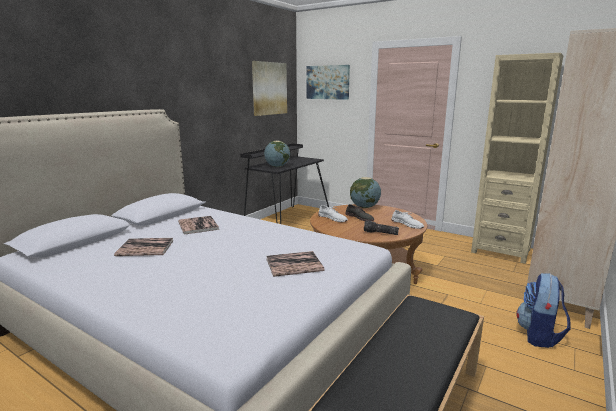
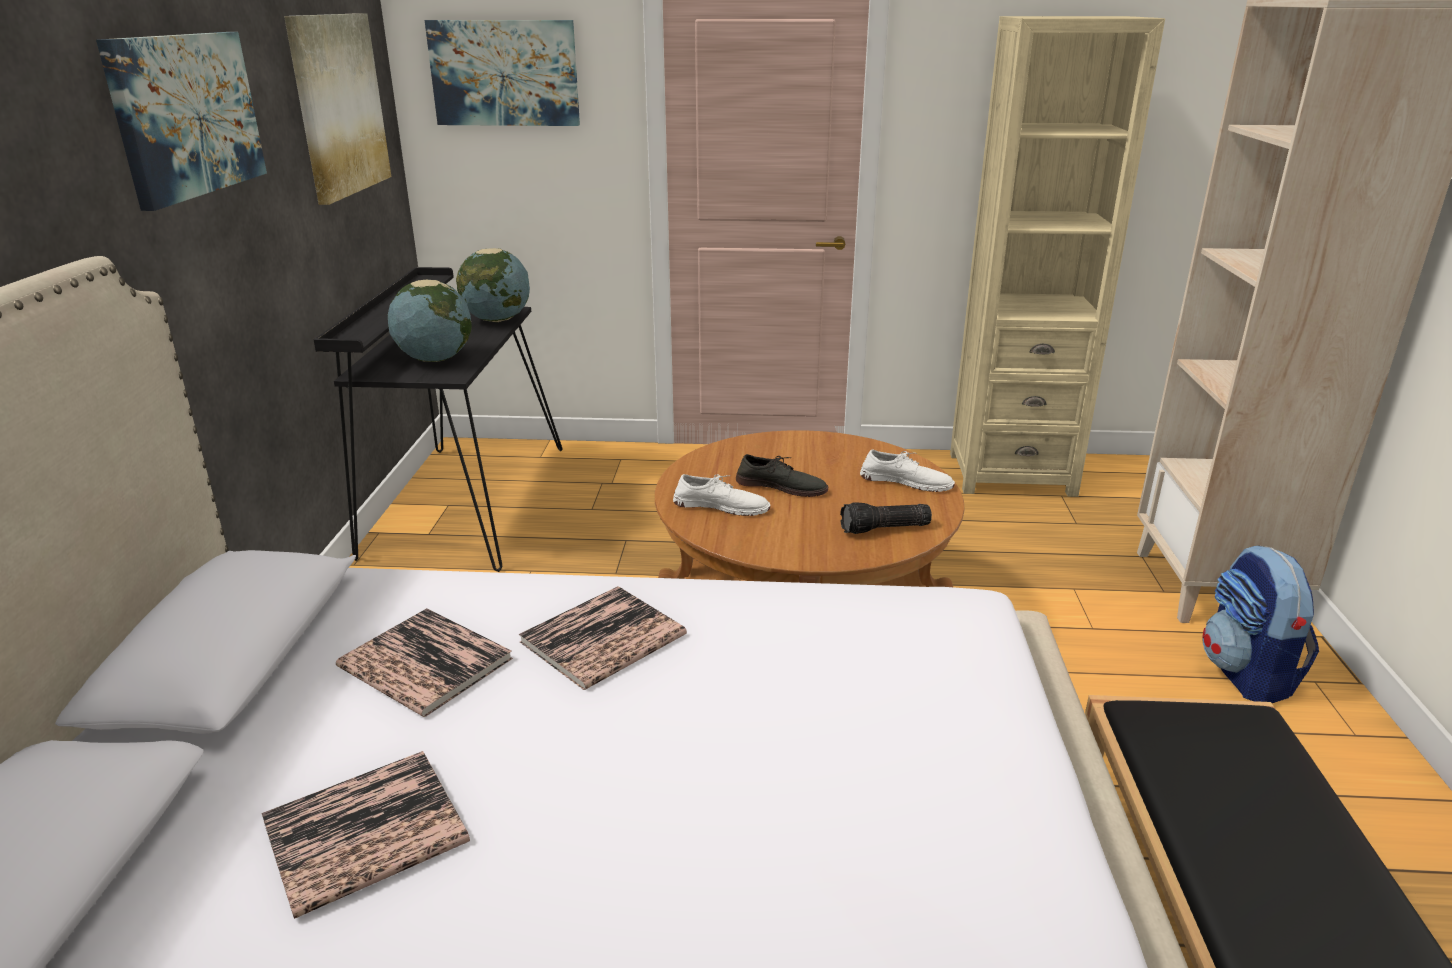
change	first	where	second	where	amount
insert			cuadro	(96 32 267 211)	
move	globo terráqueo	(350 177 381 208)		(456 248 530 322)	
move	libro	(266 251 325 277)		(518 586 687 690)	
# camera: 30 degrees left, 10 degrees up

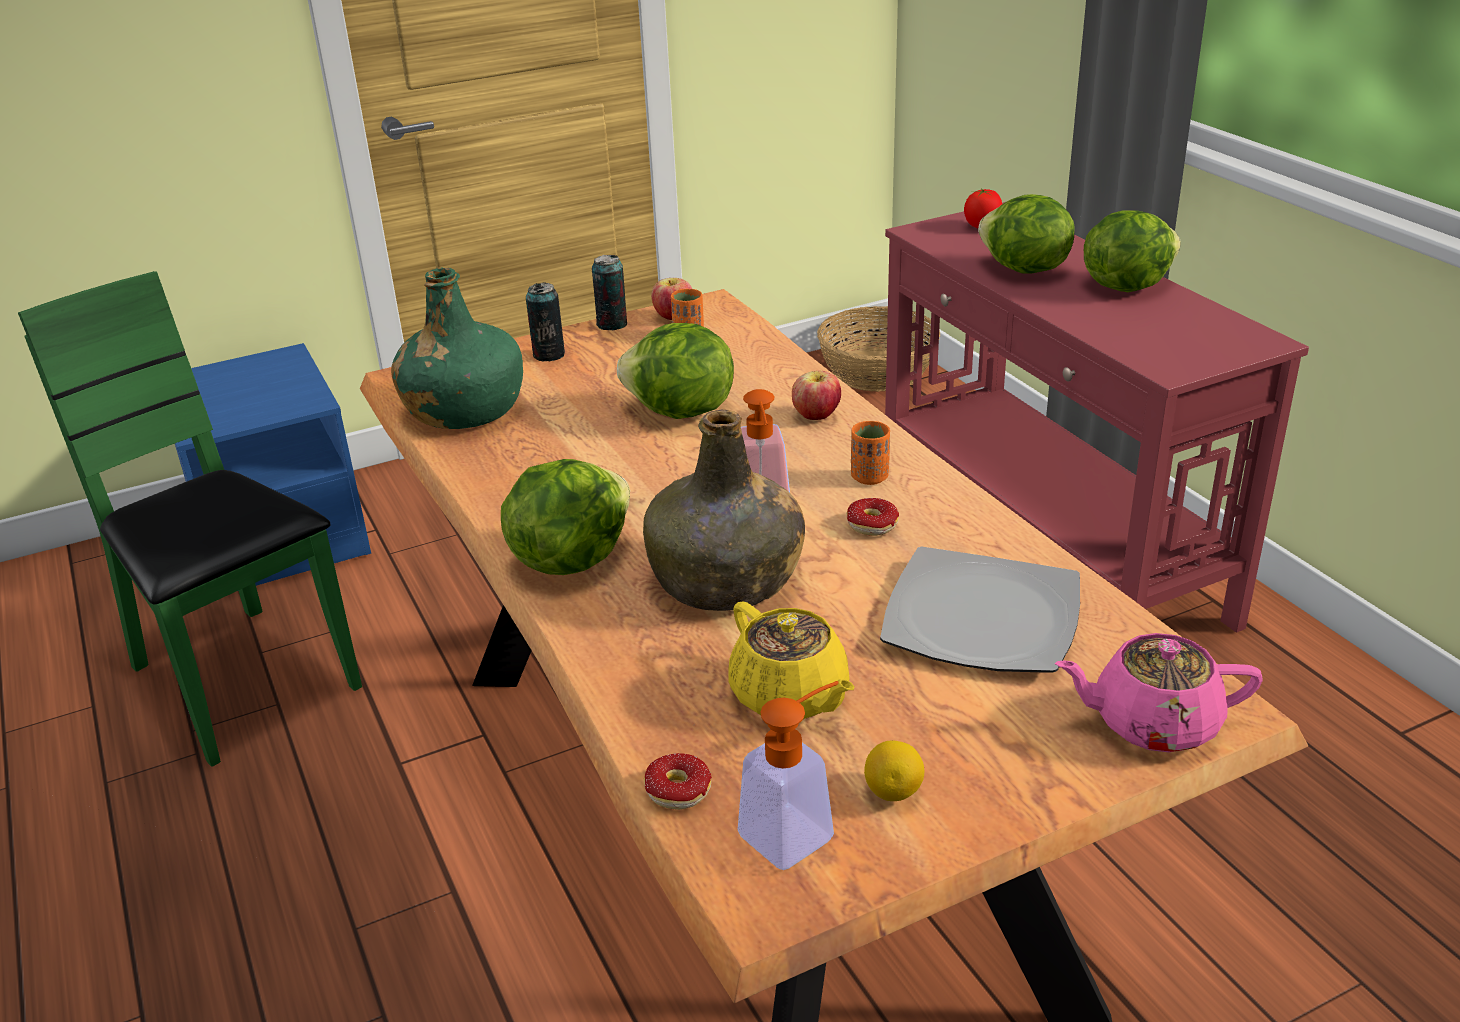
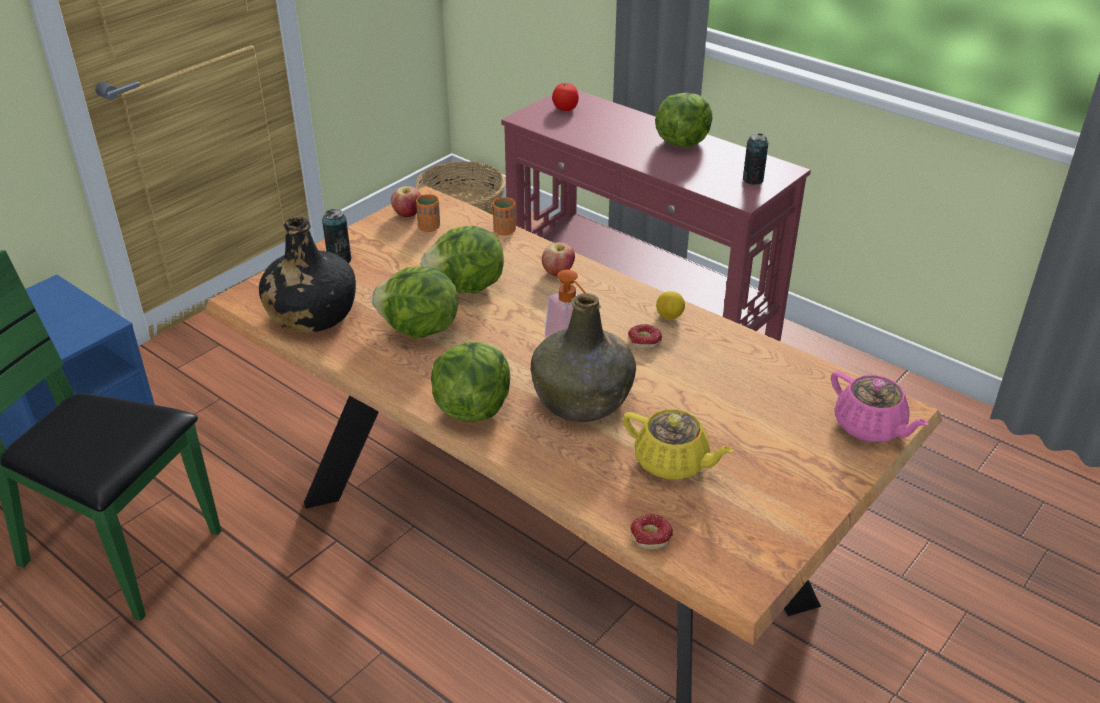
change	first	where	second	where	amount
recolor	botella (verde)	(391 268 523 429)	botella (negro)	(259 217 356 333)	
move	lechuga	(978 194 1075 274)		(372 266 458 338)	
move	taza (naranja)	(851 421 890 485)		(493 197 516 235)	
move	limón	(864 740 924 801)		(656 291 685 320)	
move	lata	(592 255 627 330)		(743 133 768 185)	
rotate	tetera (rosa)	(1055 633 1263 752)		(831 371 929 443)	105 degrees counterclockwise
delete	dispensador de jabón	(738 681 838 870)			
delete	plato	(880 546 1080 673)			
# camera: 25 degrees left, 5 degrees up

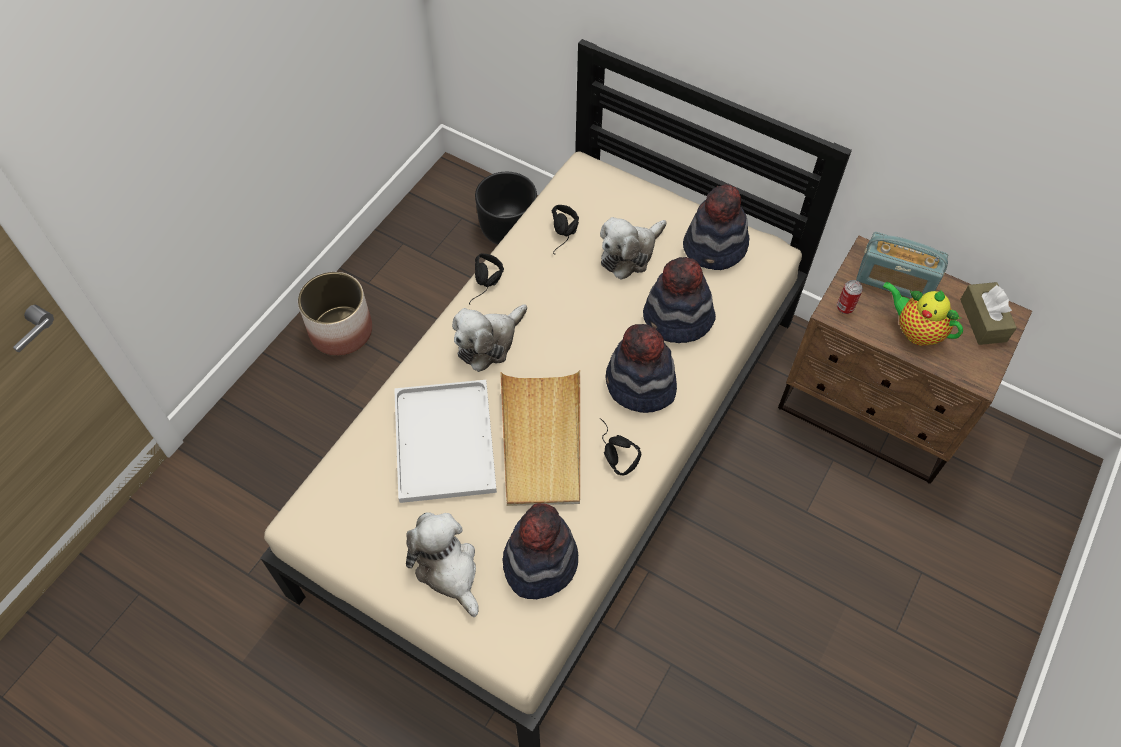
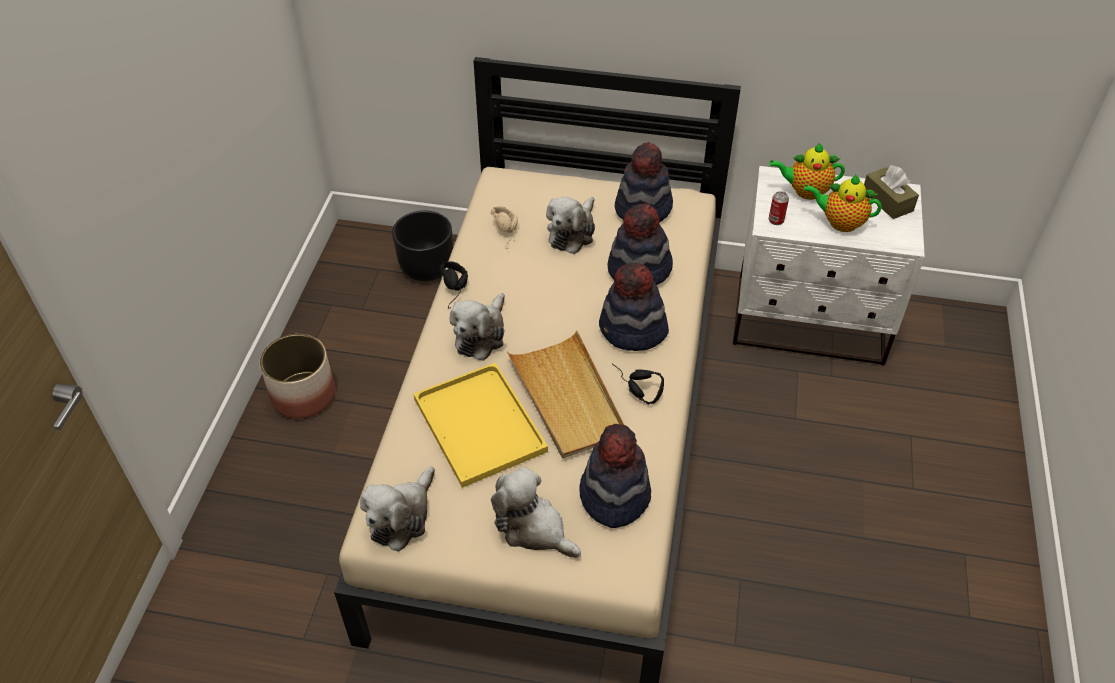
change	first	where	second	where	amount
insert			peluche	(360 466 435 552)	
recolor	bandeja (blanco)	(394 380 497 503)	bandeja (amarillo)	(414 362 548 488)	
recolor	auriculares (negro)	(552 205 579 255)	auriculares (beis)	(490 206 518 249)	
recolor	mesita de noche (marrón)	(778 236 1032 484)	mesita de noche (blanco)	(733 166 925 366)	
replace	radio	(856 232 948 298)	tetera	(769 142 845 200)	
# camera: 20 degrees left, 10 degrees down

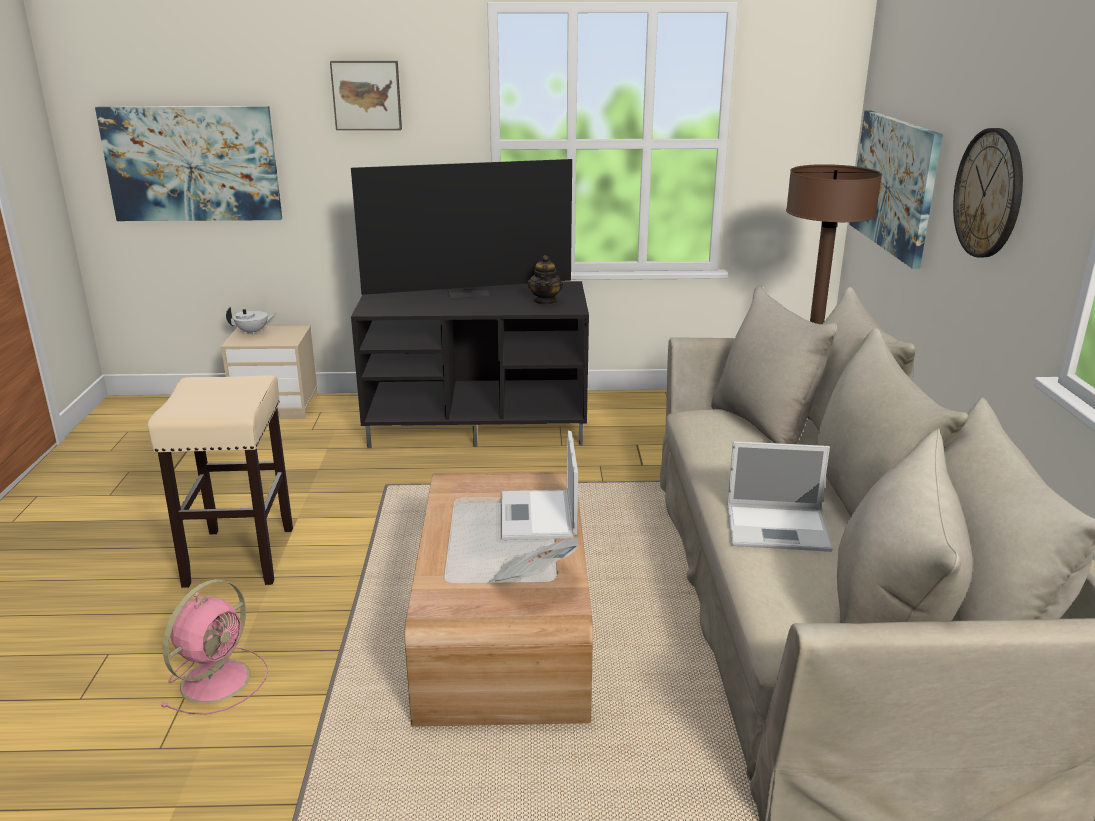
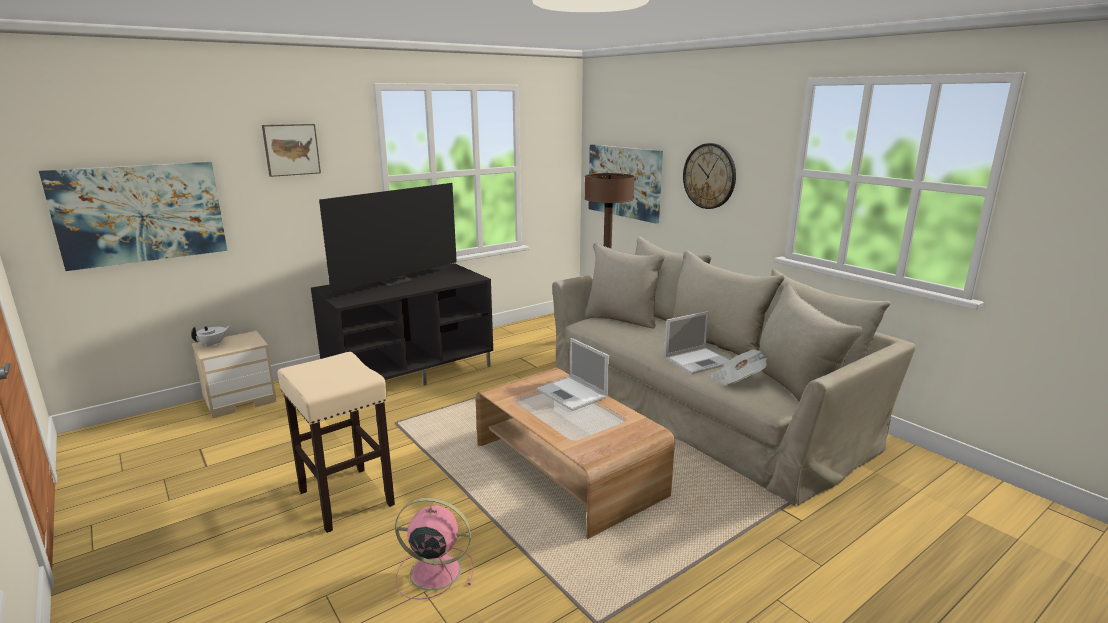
change	first	where	second	where	amount
rotate	ventilador (rosa)	(160 579 268 715)		(395 498 474 599)	75 degrees counterclockwise
move	periódico	(489 537 580 582)		(710 349 767 386)	
delete	tetera	(527 255 563 305)			
# camera: 35 degrees left, 5 degrees down

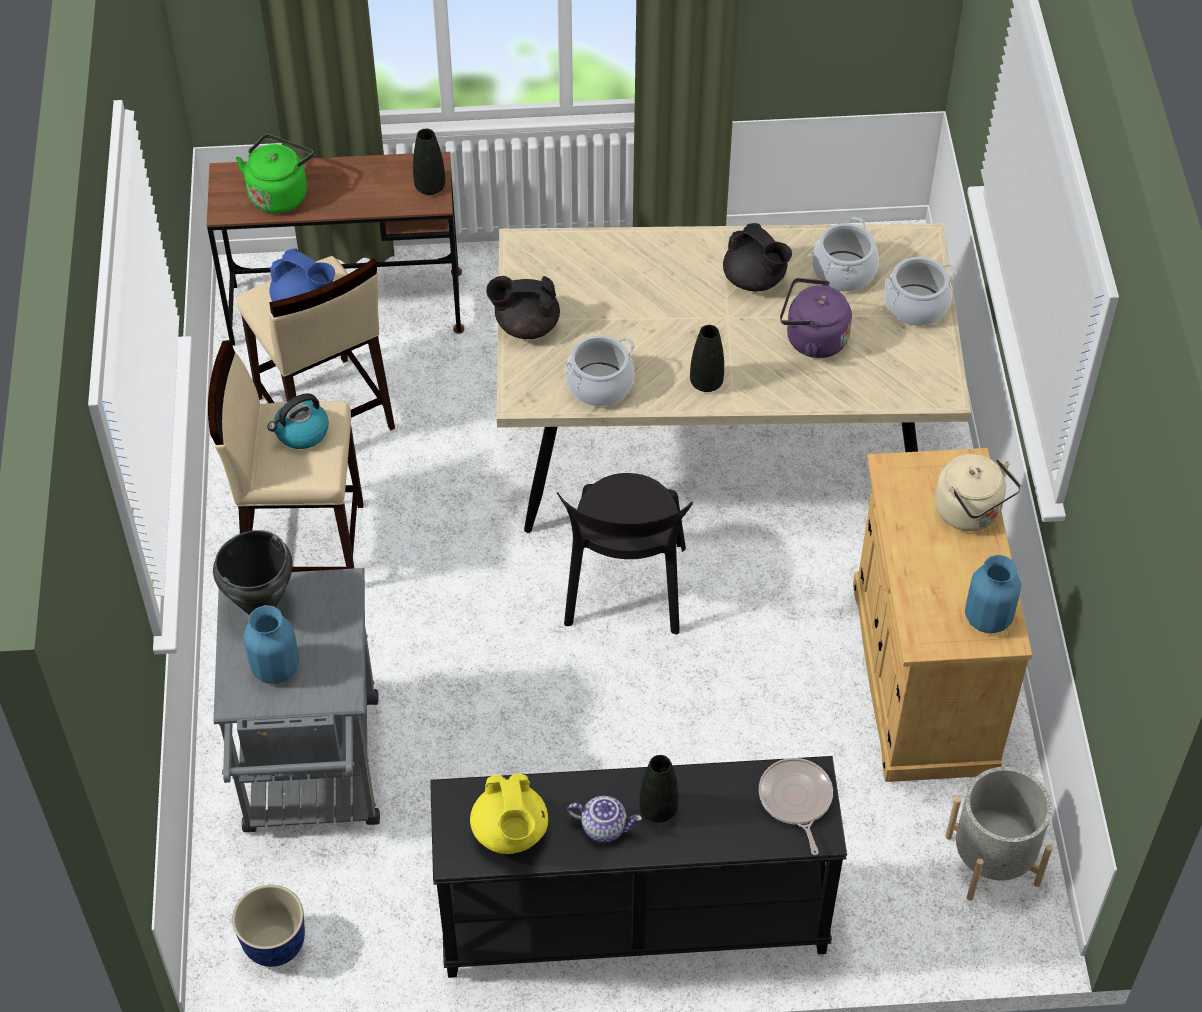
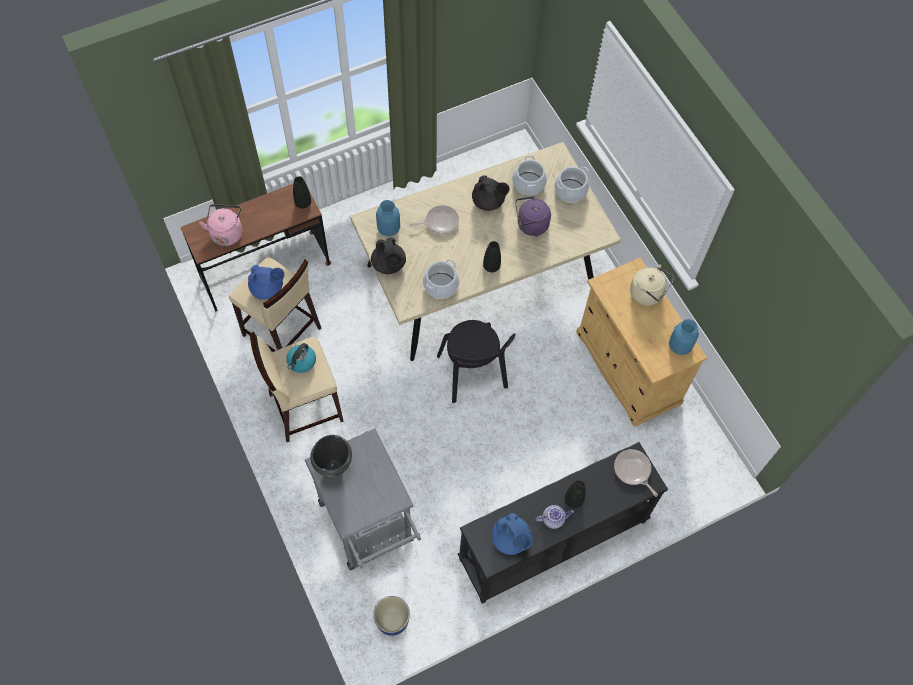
change	first	where	second	where	amount
recolor	hervidor (verde)	(236 134 313 214)	hervidor (rosa)	(199 204 242 246)	
rotate	tetera (negro)	(486 276 560 339)		(371 237 406 274)	90 degrees counterclockwise
move	florero (azul)	(243 605 299 684)		(376 200 400 237)	
insert			sartén	(410 205 459 234)	
recolor	tetera (amarillo)	(470 773 548 854)	tetera (azul)	(491 513 532 555)	
delete	maceta (gris)	(945 767 1052 901)			
# camera: 25 degrees left, 10 degrees up

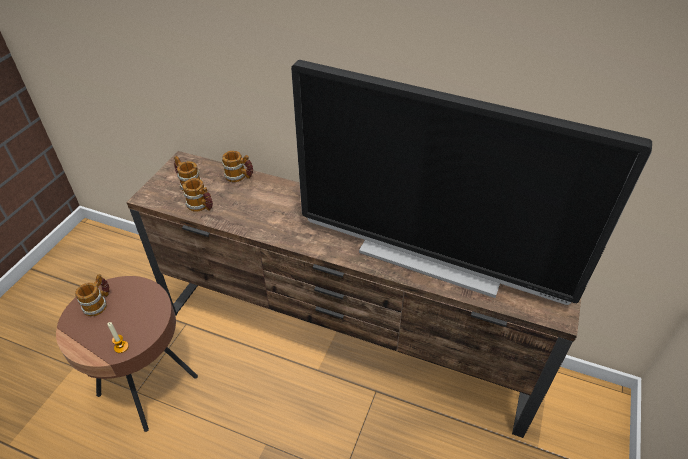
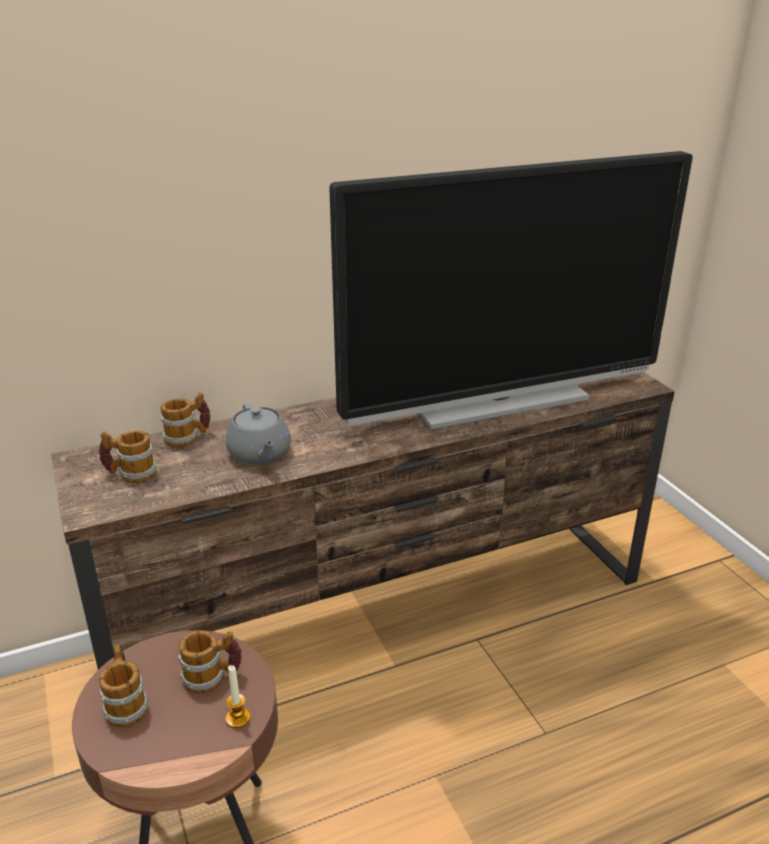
change	first	where	second	where	amount
move	taza grande	(182 178 213 212)		(178 631 242 693)	
insert			tetera (gris)	(226 403 291 464)	
# camera: 45 degrees left, 15 degrees down

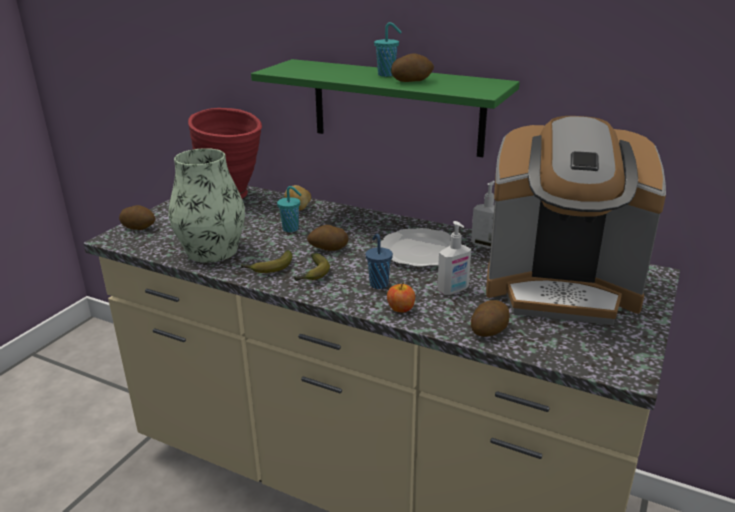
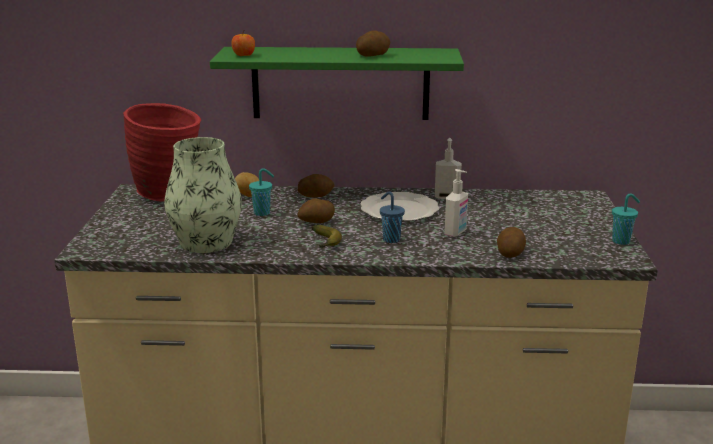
change	first	where	second	where	amount
move	manzana	(387 282 415 312)		(231 30 255 56)	
move	patata	(119 205 156 230)		(298 174 335 197)	
move	taza (turquesa)	(374 22 402 77)		(612 193 640 245)	
delete	plátano	(240 250 293 273)			
delete	cafetera	(486 116 666 325)			
# camera: 25 degrees left, 5 degrees down

